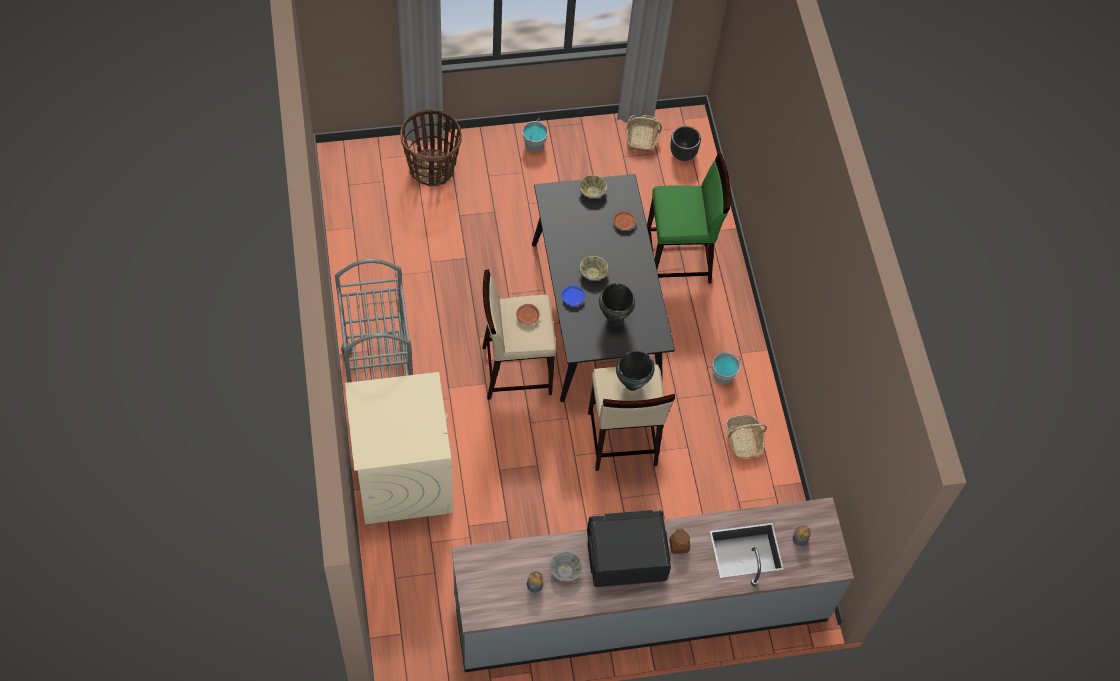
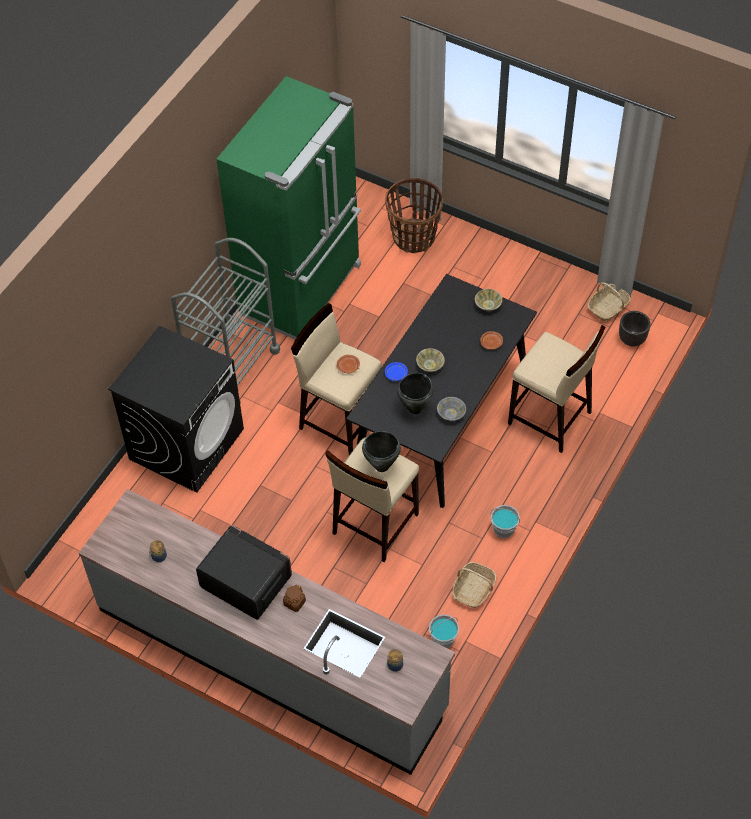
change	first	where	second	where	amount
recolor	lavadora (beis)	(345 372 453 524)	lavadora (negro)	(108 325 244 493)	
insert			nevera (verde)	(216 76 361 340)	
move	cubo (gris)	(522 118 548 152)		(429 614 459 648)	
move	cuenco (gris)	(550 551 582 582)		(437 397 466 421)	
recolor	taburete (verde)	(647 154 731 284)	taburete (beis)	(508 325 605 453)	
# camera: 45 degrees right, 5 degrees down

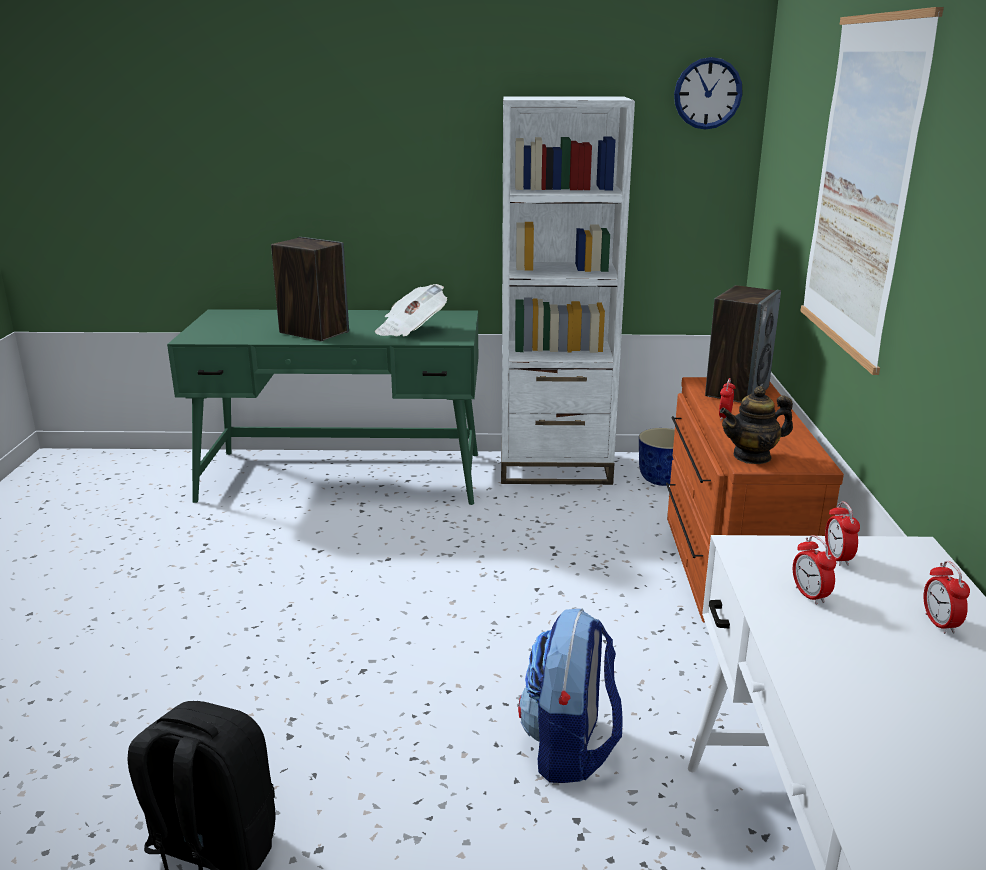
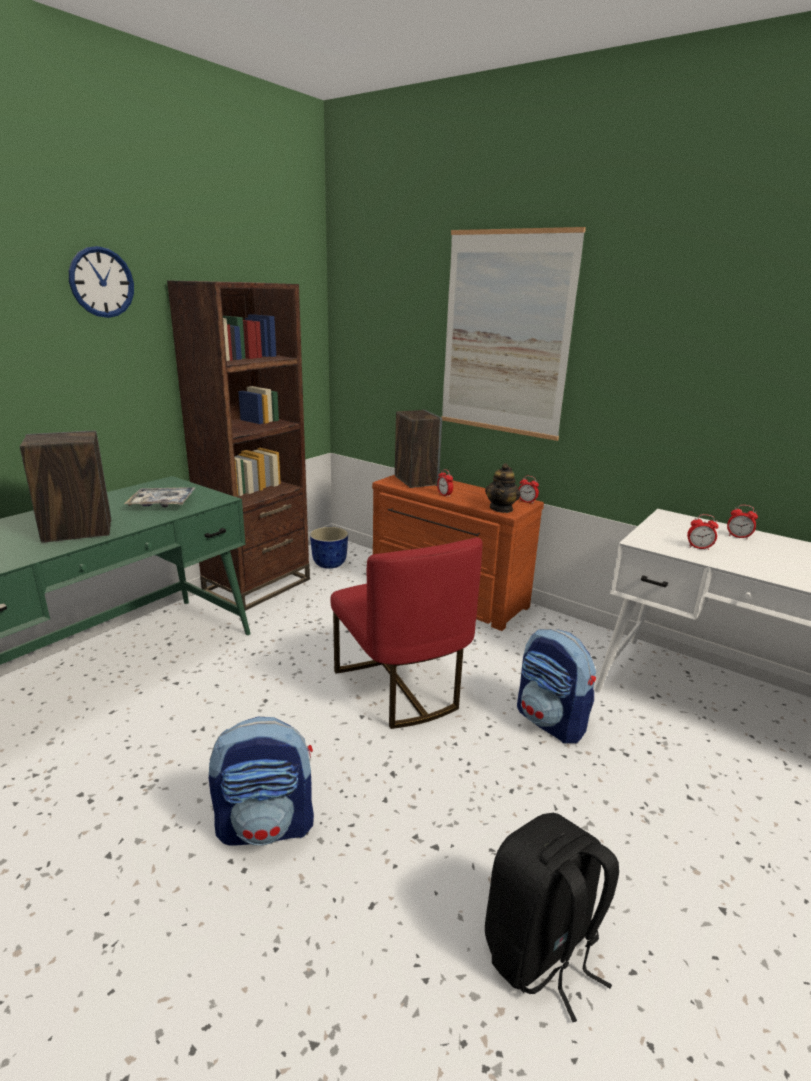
change	first	where	second	where	amount
move	reloj de pared	(674 57 743 130)		(69 246 134 318)	
replace	periódico	(375 284 447 336)	bandeja	(124 487 195 508)	
recolor	estantería (blanco)	(501 96 635 485)	estantería (marrón)	(167 281 310 611)	
insert			mochila	(209 717 314 846)	
insert			silla (rojo)	(330 537 483 729)	
move	despertador	(825 501 860 566)		(519 476 539 504)	
# camera: 55 degrees left, 0 degrees up

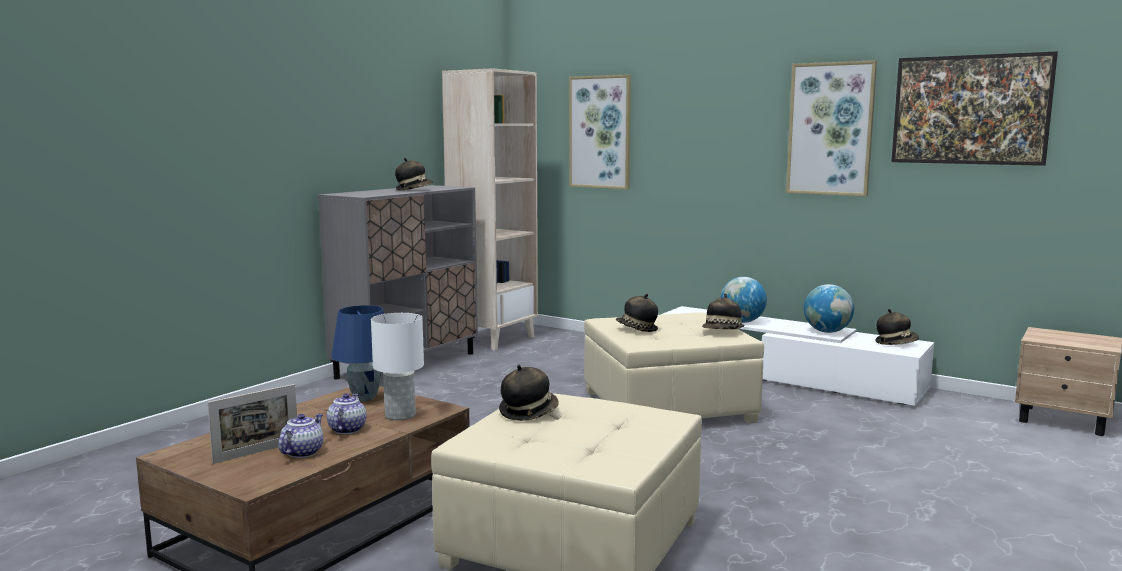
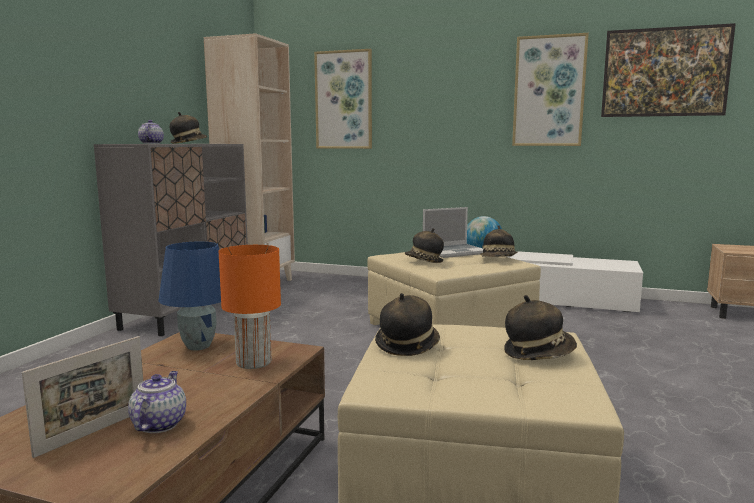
change	first	where	second	where	amount
move	tetera	(327 393 366 434)		(138 120 164 144)	
recolor	lámpara de mesa (blanco)	(371 313 424 420)	lámpara de mesa (naranja)	(218 245 281 369)	
insert			portátil	(423 207 483 258)	
move	sombrero	(875 309 919 345)		(504 295 577 360)	
delete	globo terráqueo	(804 284 854 333)			
# camera: 15 degrees left, 0 degrees up

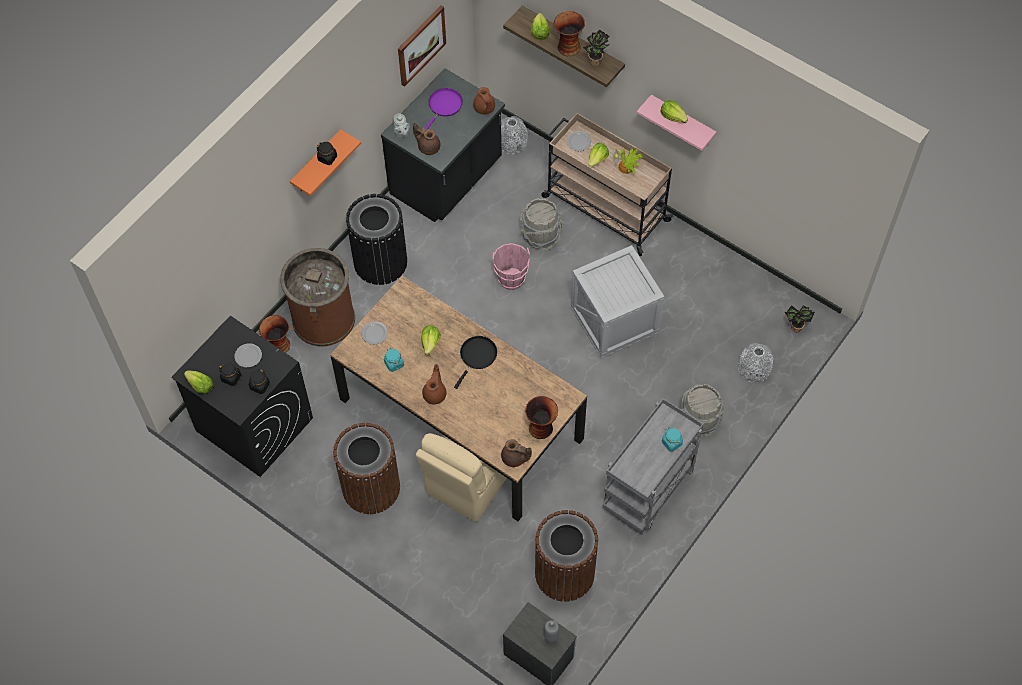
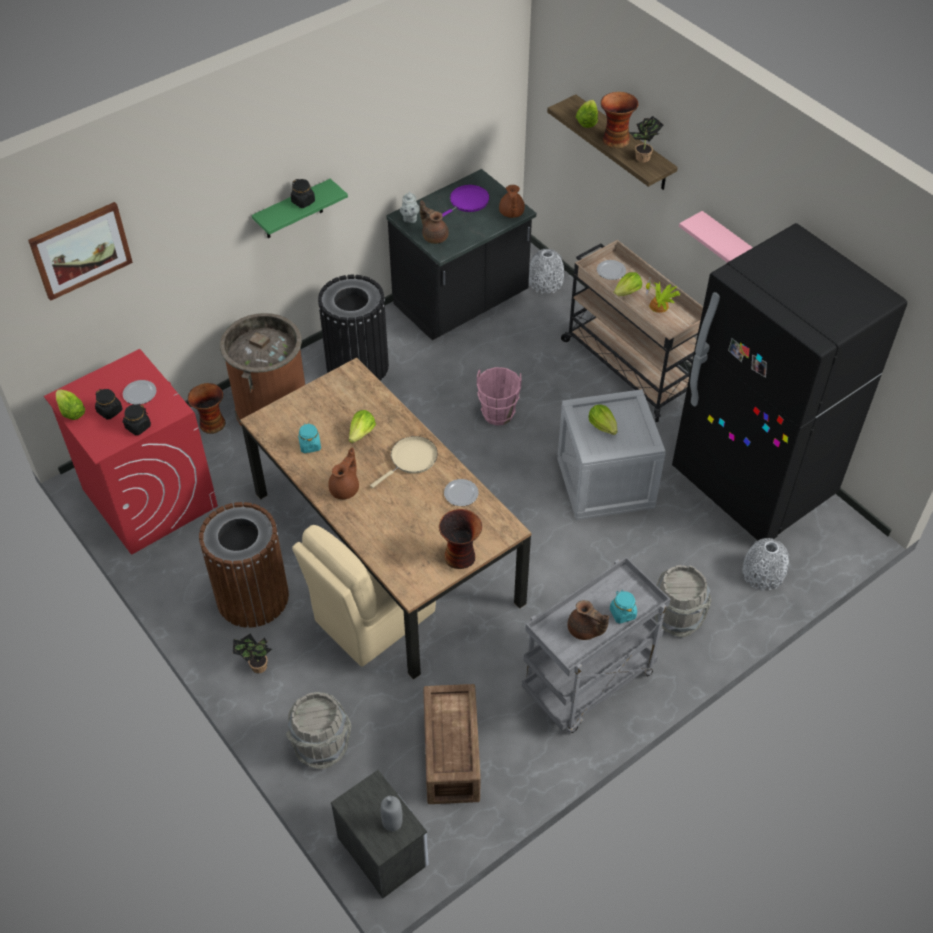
change	first	where	second	where	amount
move	cuadro	(398 5 446 87)		(28 202 133 301)	
recolor	lavadora (negro)	(171 316 313 477)	lavadora (rojo)	(44 349 218 555)	
move	planta en maceta	(785 305 815 332)		(233 634 272 673)	
recolor	estante (naranja)	(290 129 361 196)	estante (verde)	(252 179 348 238)	
move	cubo (gris)	(520 198 561 250)		(286 692 351 769)	
recolor	sartén (negro)	(454 336 497 389)	sartén (beis)	(370 436 438 488)	
replace	papelera (marrón)	(535 510 599 602)	caja de embalaje	(423 684 481 804)	
move	plato	(361 321 388 345)		(444 479 479 506)	
move	tetera (marrón)	(501 439 532 467)		(568 600 609 640)	
move	lechuga	(661 100 688 123)		(588 405 617 435)	
insert			nevera (negro)	(672 223 907 540)	
# camera: 15 degrees right, 10 degrees down

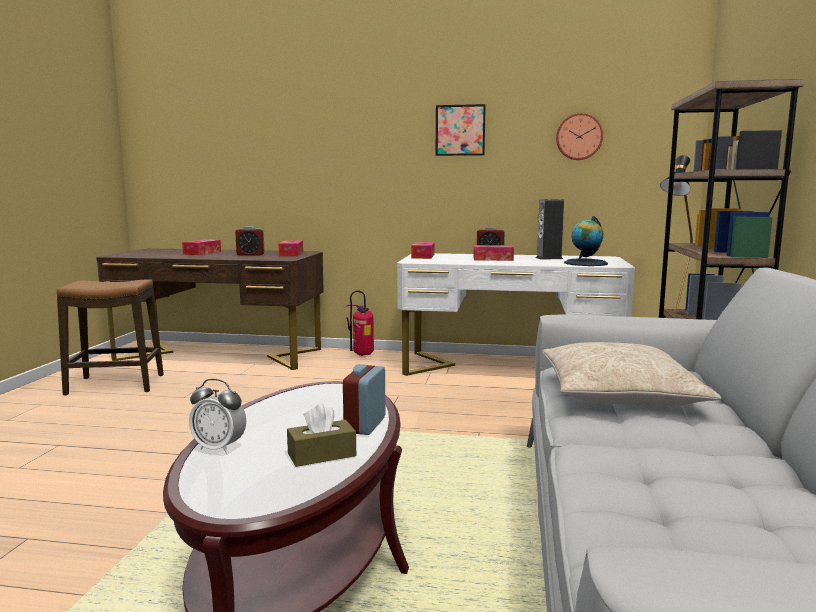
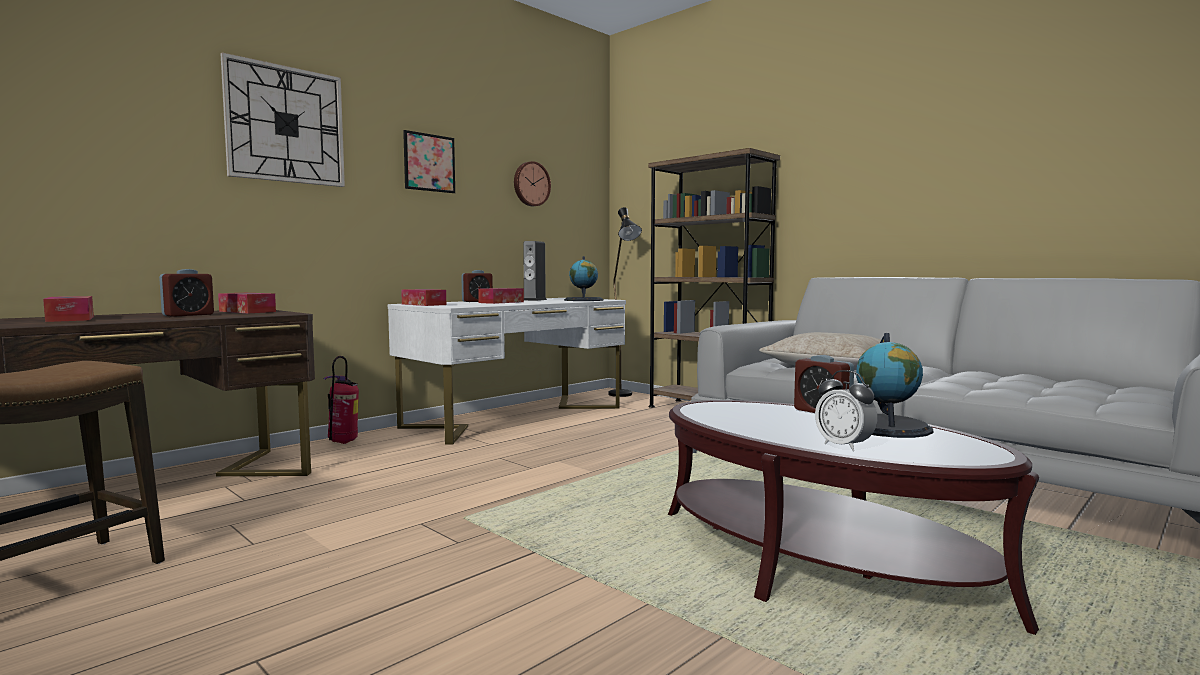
change	first	where	second	where	amount
insert			reloj de pared	(221 52 345 187)	
rotate	despertador	(189 379 246 454)		(815 370 877 451)	90 degrees clockwise
replace	caja de pañuelos (marrón)	(287 403 356 467)	globo terráqueo	(856 333 934 438)	
# camera: 55 degrees left, 5 degrees down

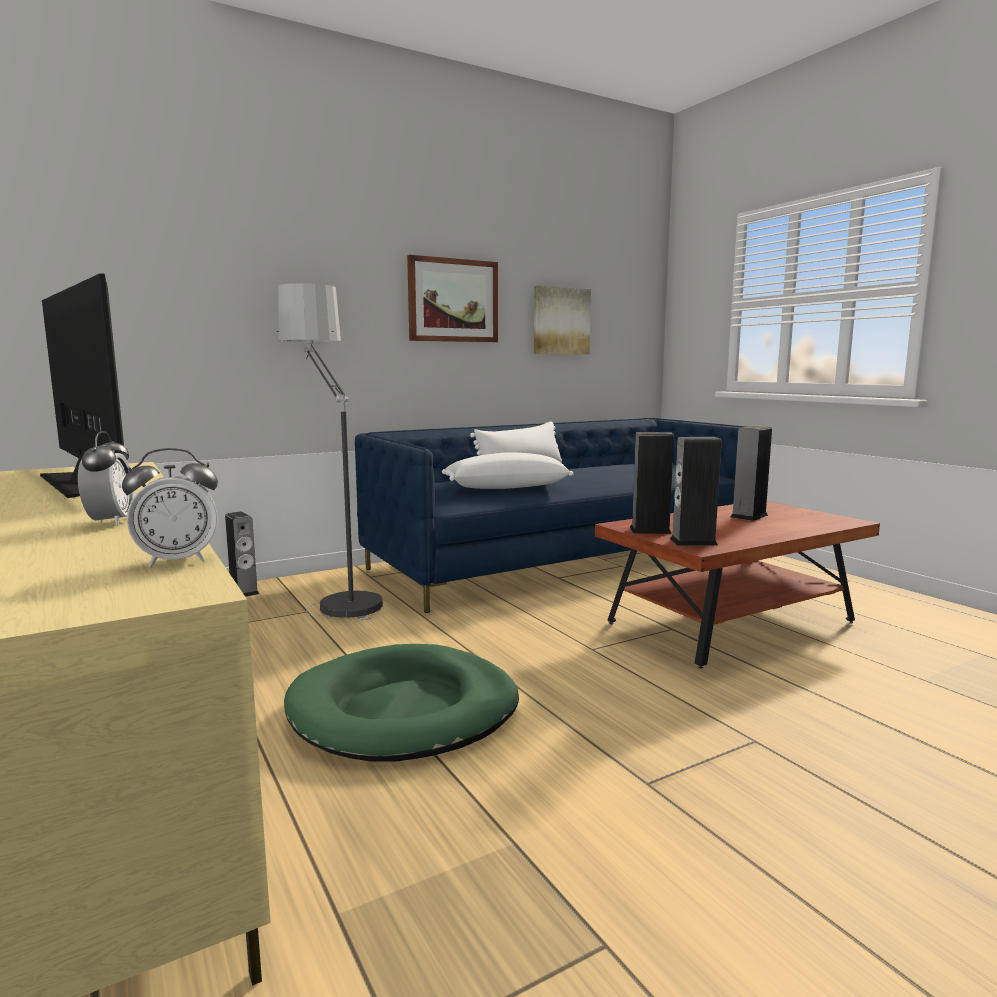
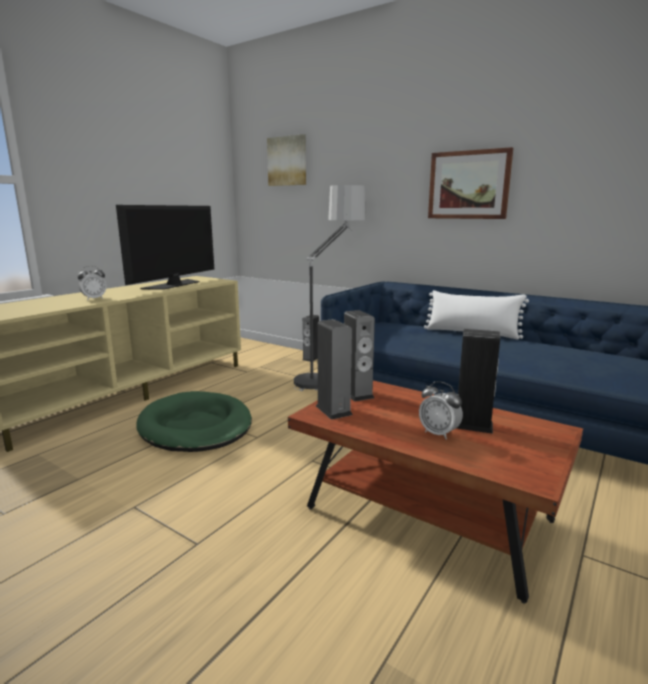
change	first	where	second	where	amount
move	cuadro	(534 286 591 354)		(267 134 306 186)	
move	despertador	(122 448 218 567)		(419 381 463 440)	
delete	cojín (blanco)	(442 452 574 489)			
# camera: 65 degrees right, 5 degrees up

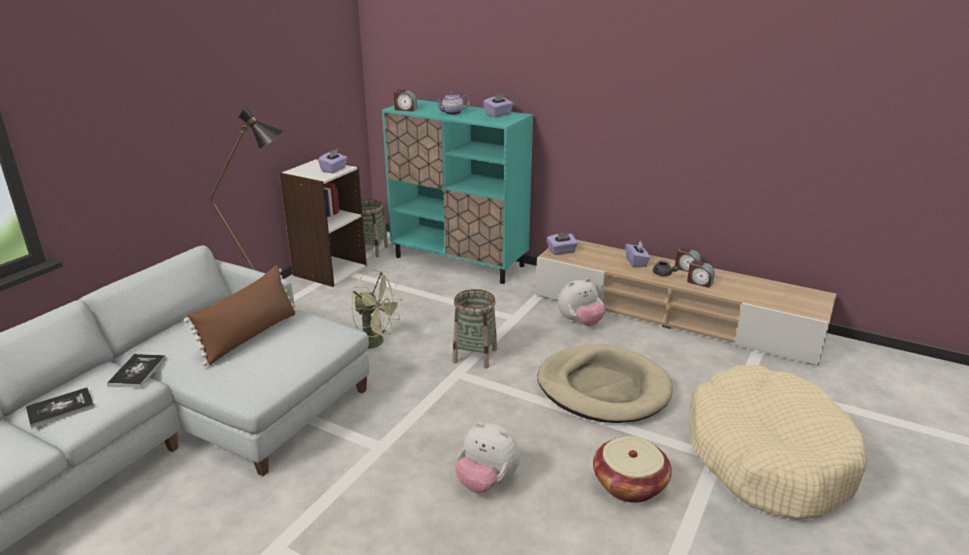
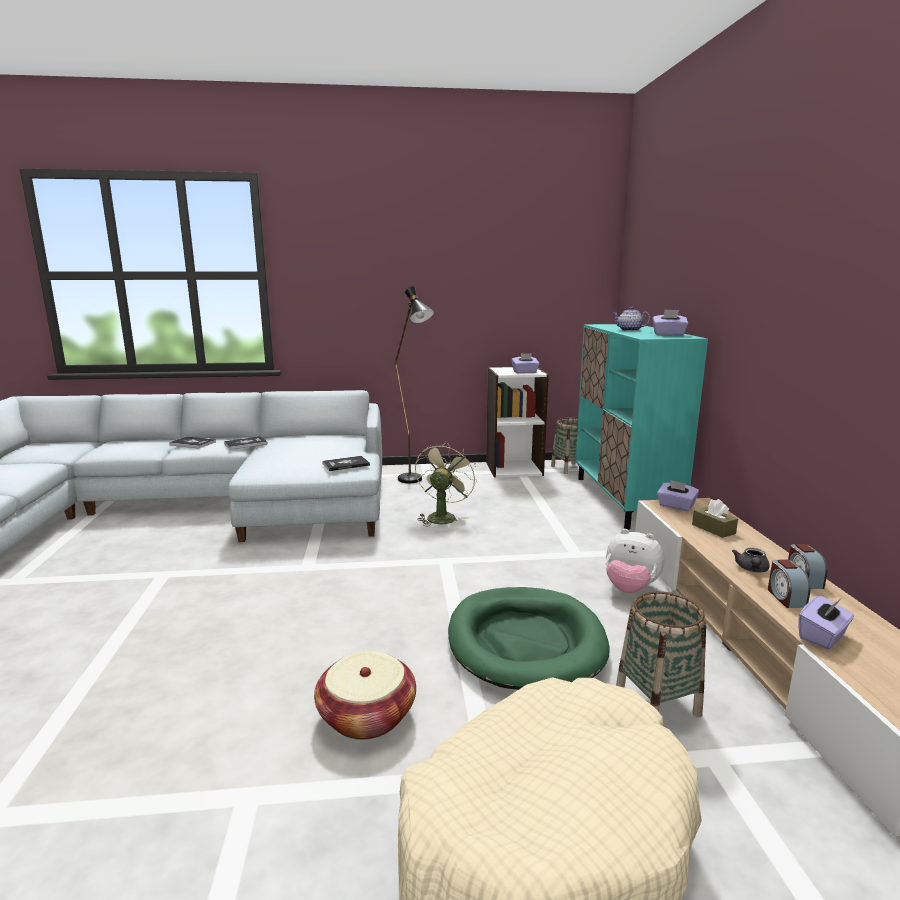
change	first	where	second	where	amount
insert			libro	(322 456 370 471)	
rotate	ventilador (verde)	(351 270 402 351)		(415 442 477 527)	150 degrees counterclockwise
recolor	cama para perro (beis)	(537 344 672 423)	cama para perro (verde)	(448 587 610 690)	
move	cesta	(452 289 497 368)		(616 591 706 717)	
insert			caja de pañuelos (marrón)	(692 499 738 538)	
move	caja de pañuelos (morado)	(625 241 650 268)		(798 596 854 650)	
delete	cojín (marrón)	(184 265 297 366)			
delete	despertador	(394 90 417 111)			
delete	peluche	(455 422 520 493)			
# camera: 55 degrees right, 10 degrees down

